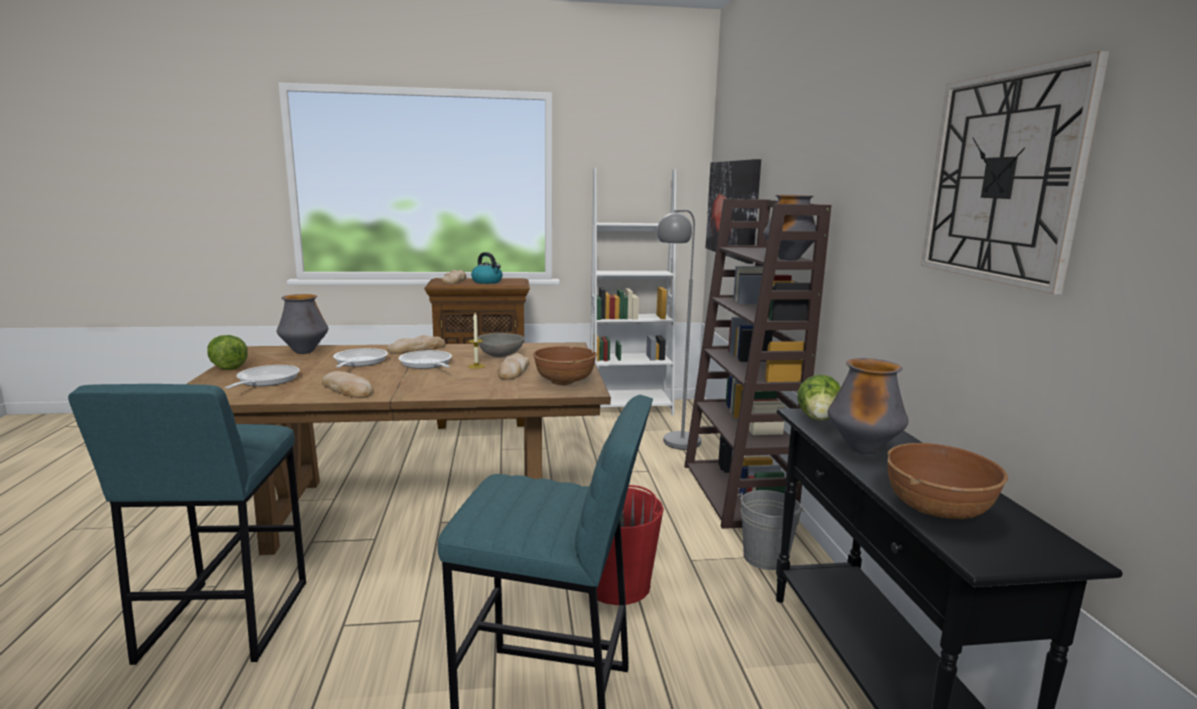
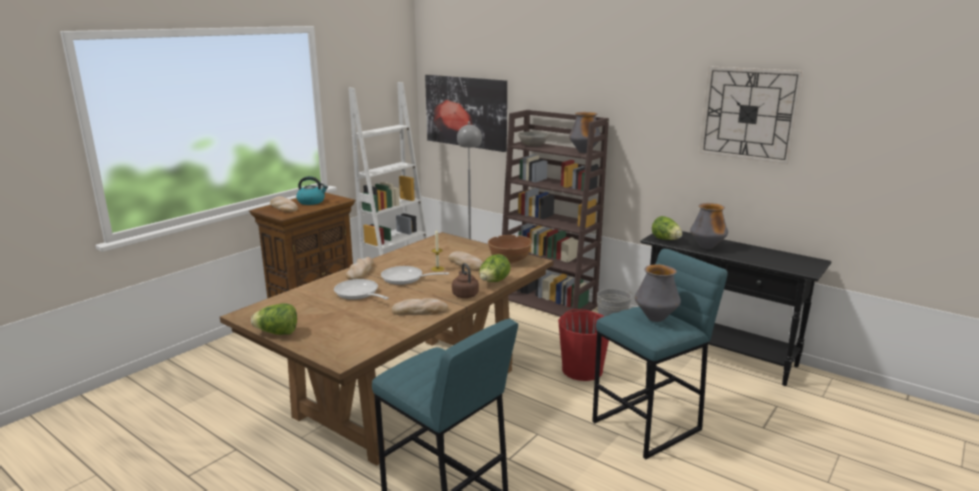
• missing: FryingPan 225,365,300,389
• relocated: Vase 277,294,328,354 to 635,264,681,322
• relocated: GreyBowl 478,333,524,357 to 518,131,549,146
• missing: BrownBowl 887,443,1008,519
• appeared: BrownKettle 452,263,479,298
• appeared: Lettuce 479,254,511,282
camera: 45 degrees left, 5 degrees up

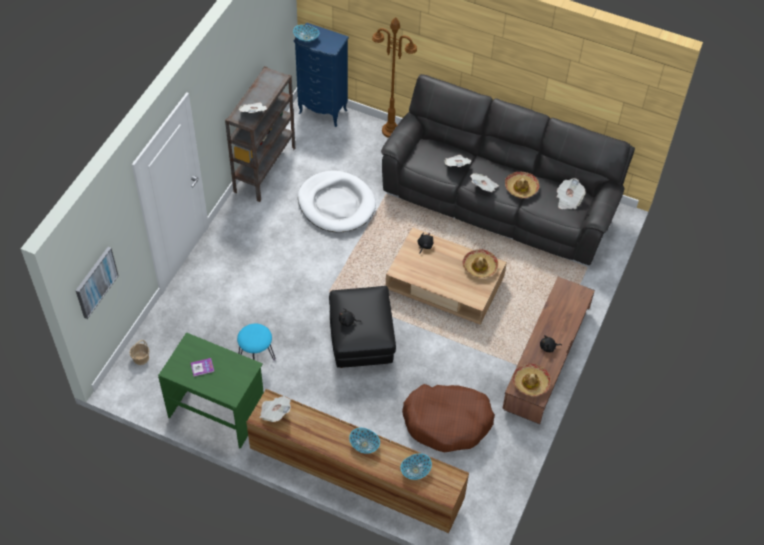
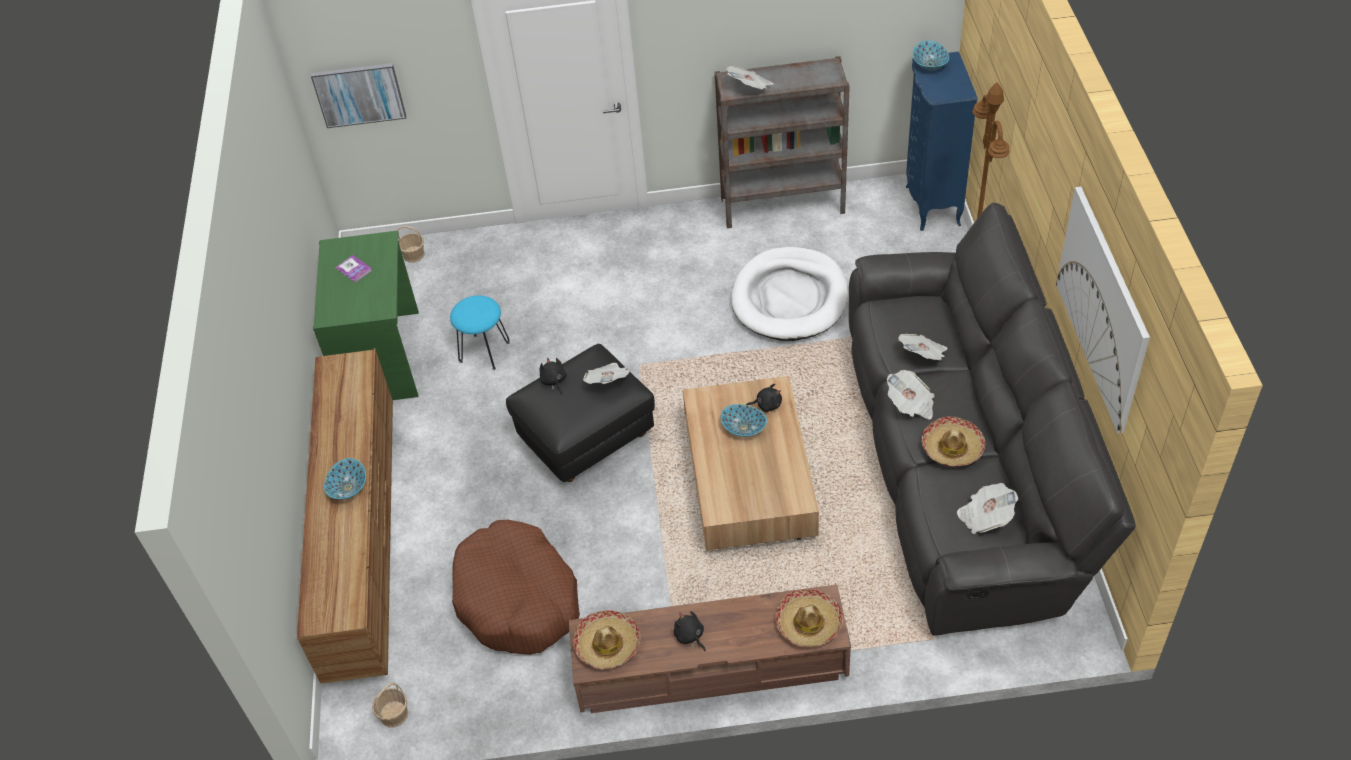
• relocated: Newspaper 260,396,291,422 to 583,363,630,384
• relocated: Bowl 400,453,432,480 to 721,404,767,437
• relocated: Hat 462,249,498,278 to 775,589,843,647
• appeared: Basket 372,682,408,727
• appeared: Picture 1056,187,1150,433
camera: 65 degrees right, 5 degrees down

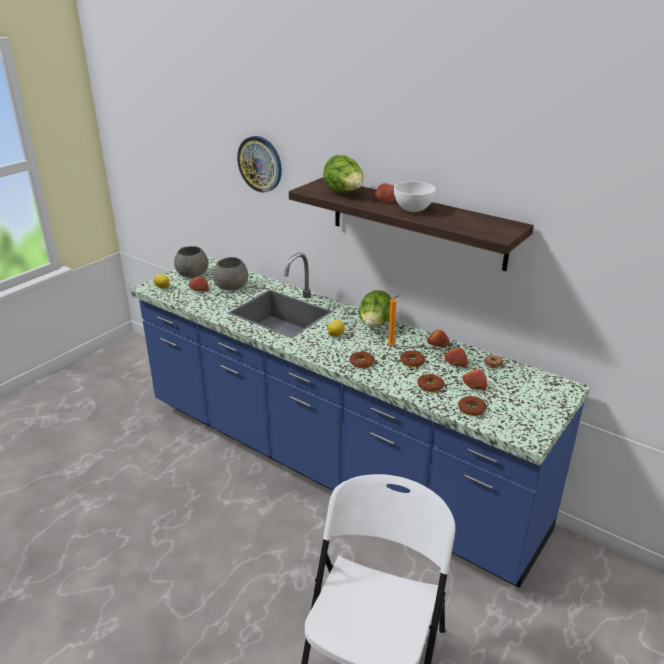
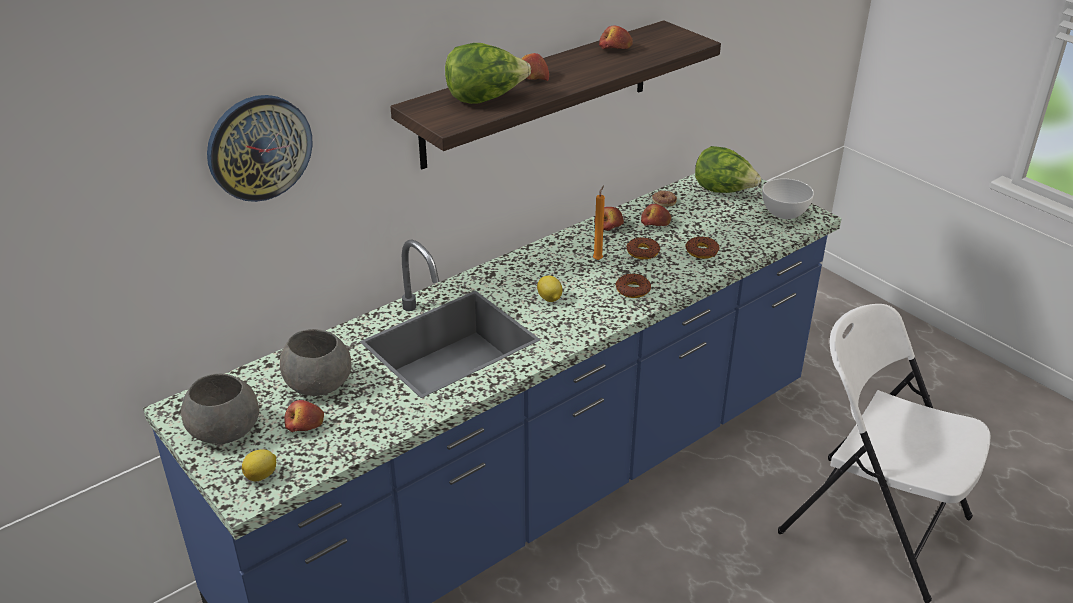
• relocated: Lettuce 359,290,392,327 to 695,146,761,193
• relocated: WhiteBowl 394,181,436,212 to 762,179,814,219
• missing: Donut 458,396,487,416
• relocated: Apple 463,369,487,391 to 599,26,633,49
camera: 75 degrees left, 5 degrees up

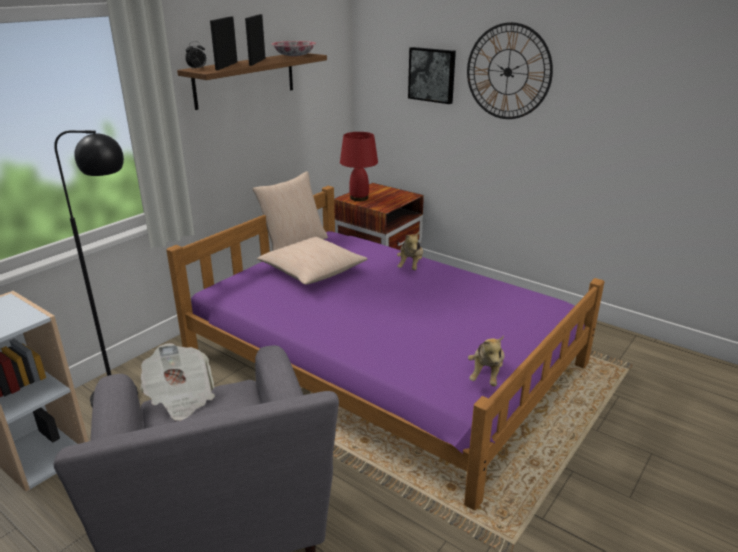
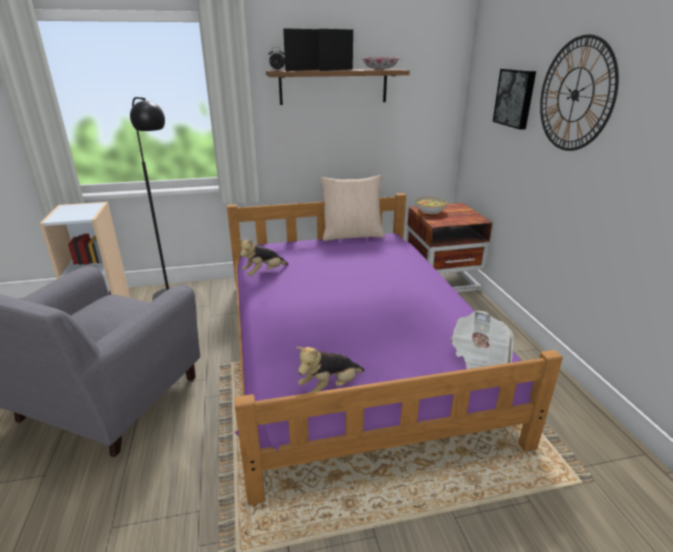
• relocated: Newspaper 140,343,215,421 to 451,311,514,369
• missing: BeigePillow 257,237,368,285
• exchanged: RedTableLamp 340,132,378,201 to Bowl 416,197,447,214
• relocated: PlushToy 397,231,423,270 to 238,239,288,276
camera: 40 degrees right, 0 degrees up

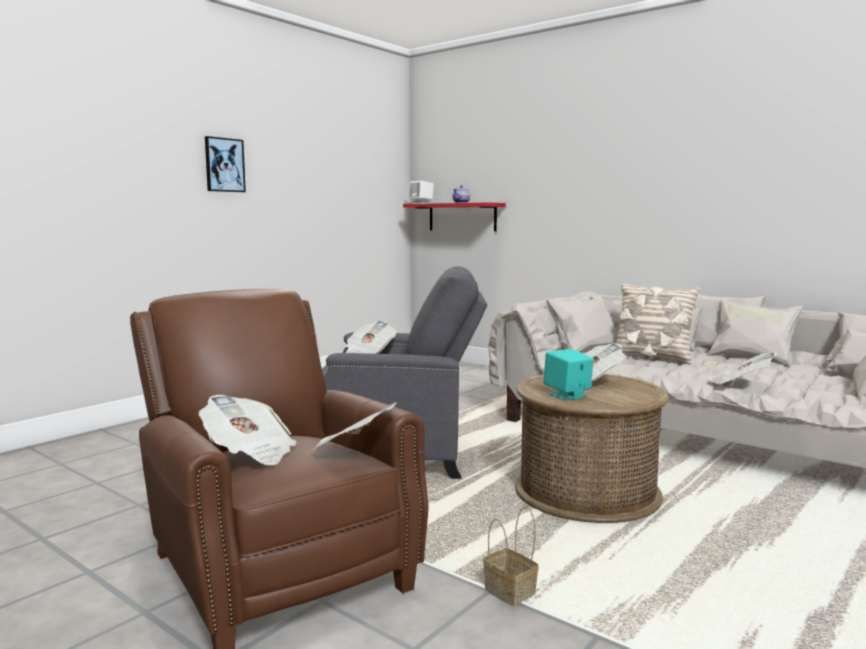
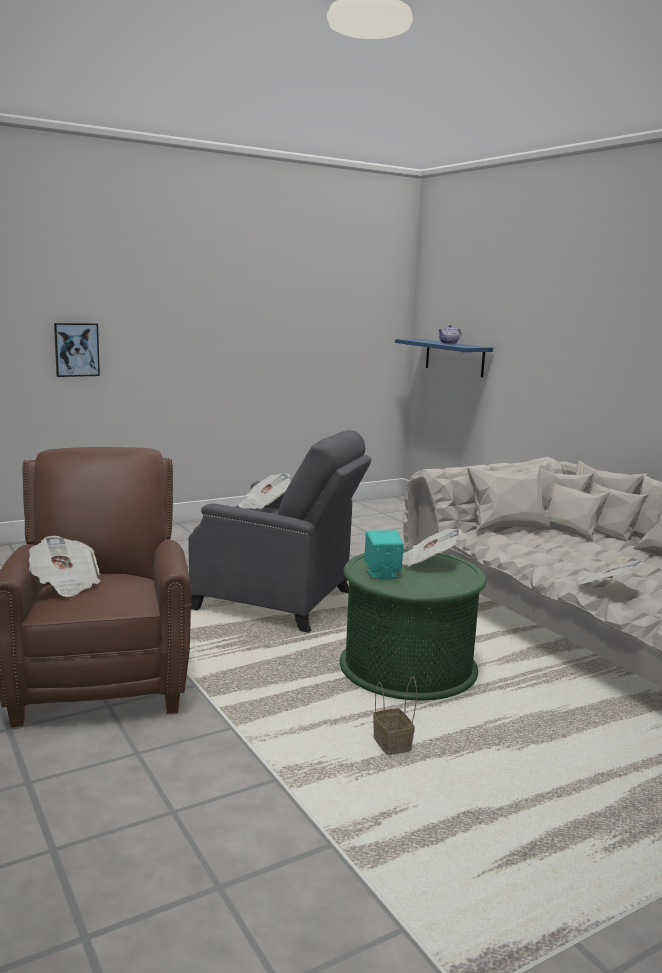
• relocated: Picture 205,136,246,192 to 54,323,100,377
• missing: Newspaper 312,402,397,450
• colour: RedShelf 403,202,506,231 to BlueShelf 395,339,493,377
• missing: WhiteSpeaker 409,181,434,204
• relocated: Basket 483,507,538,607 to 373,677,417,755
• colour: BrownCoffeeTable 515,374,669,523 to GreenCoffeeTable 340,549,487,700
• missing: BeigePillow 616,283,699,364
camera: 20 degrees right, 5 degrees up

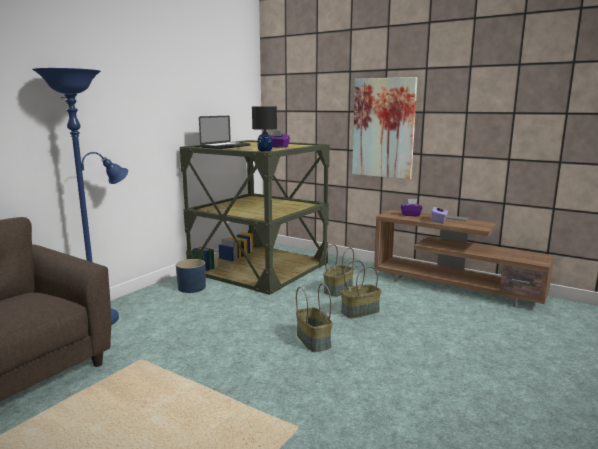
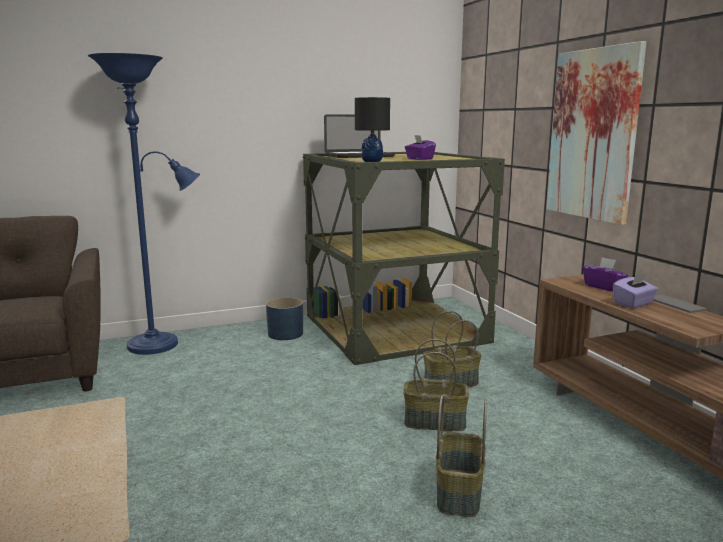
• relocated: Basket 296,283,333,352 to 436,395,487,517
camera: 35 degrees right, 0 degrees up

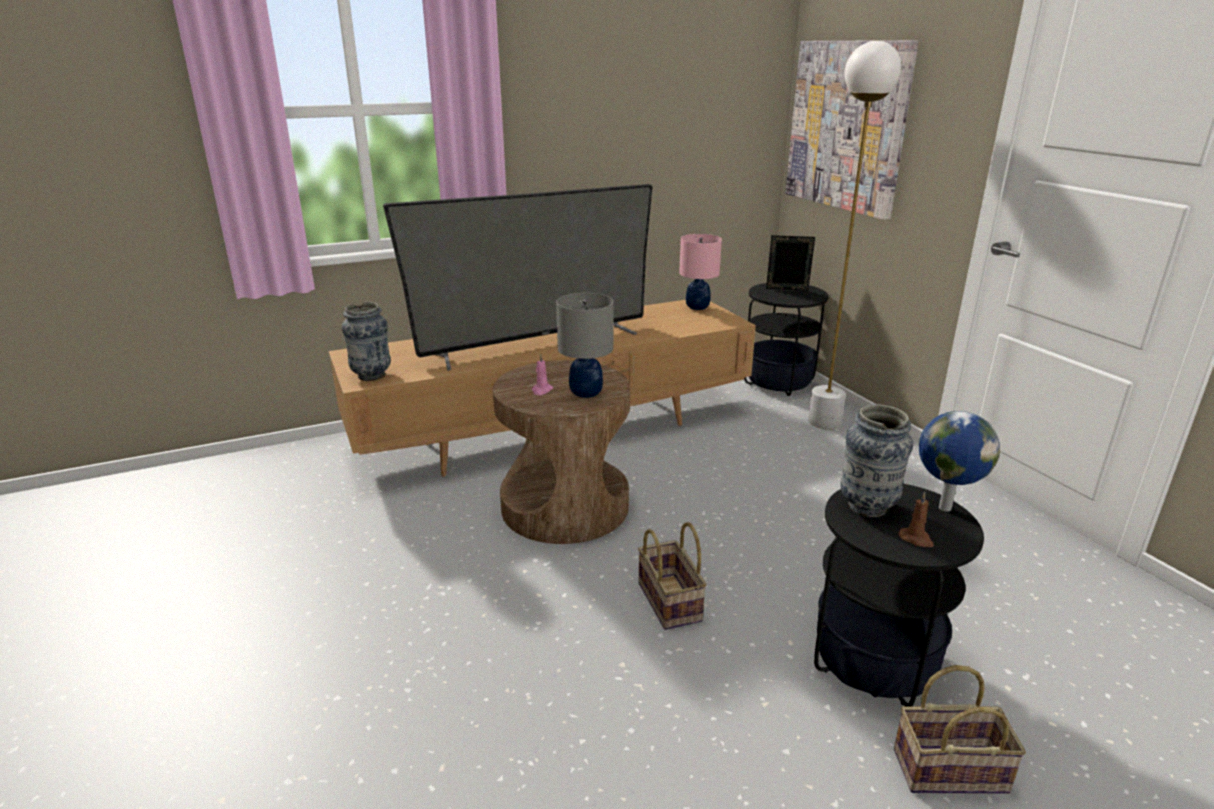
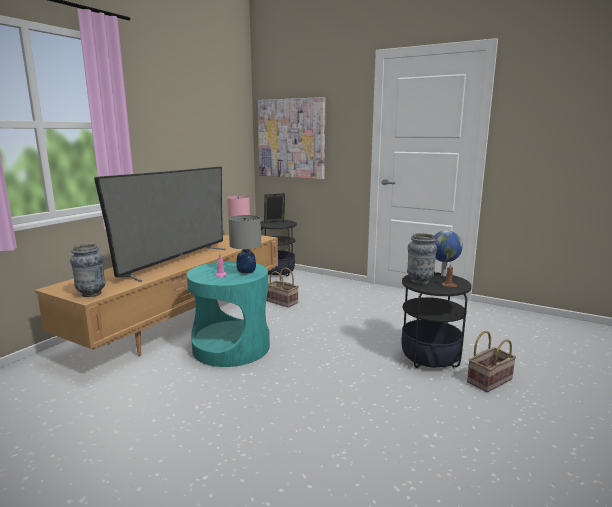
• colour: BrownSideTable 493,360,630,544 to TurquoiseSideTable 187,261,270,367
• relocated: Basket 638,522,707,630 to 266,267,299,308
• missing: WhiteFloorLamp 808,41,901,430
camera: 35 degrees left, 10 degrees down

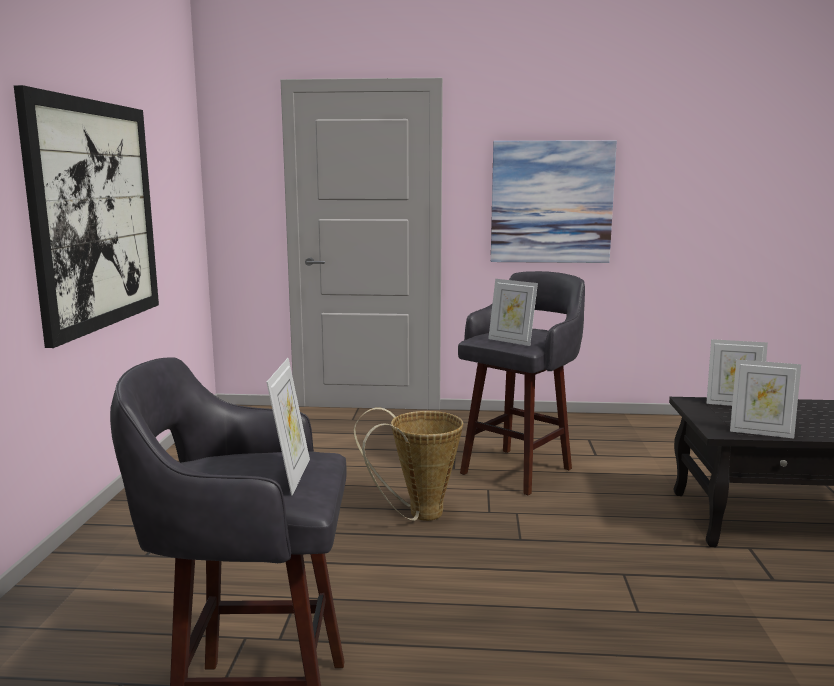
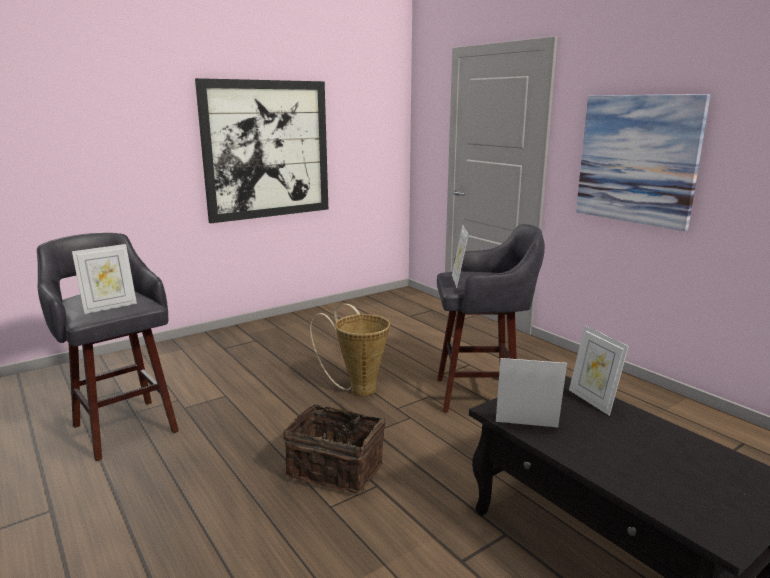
• spun: PictureFrame 730,359,801,438 = 496,358,567,427 120 degrees clockwise
• appeared: Basket 283,401,385,493
camera: 50 degrees right, 5 degrees up

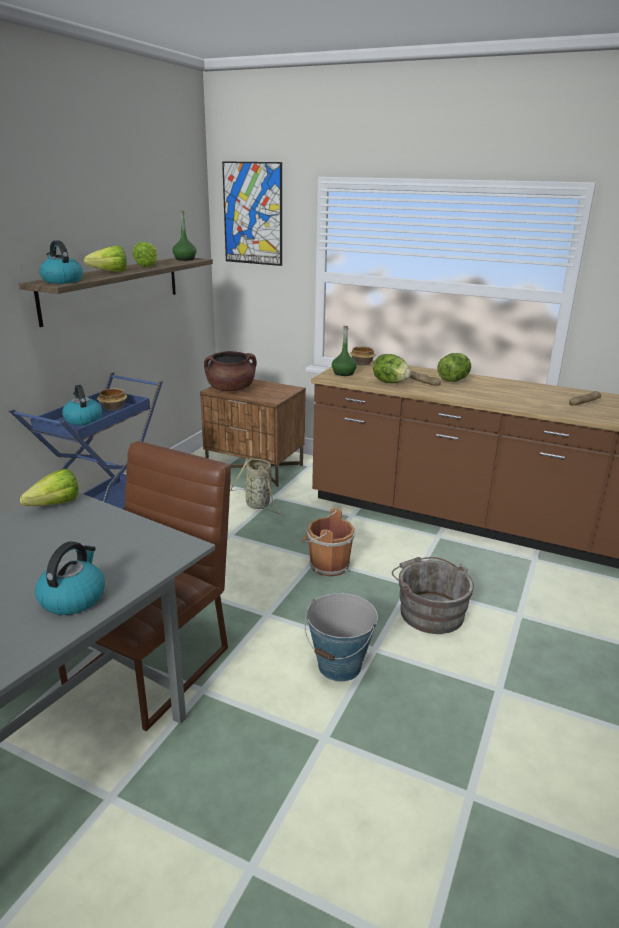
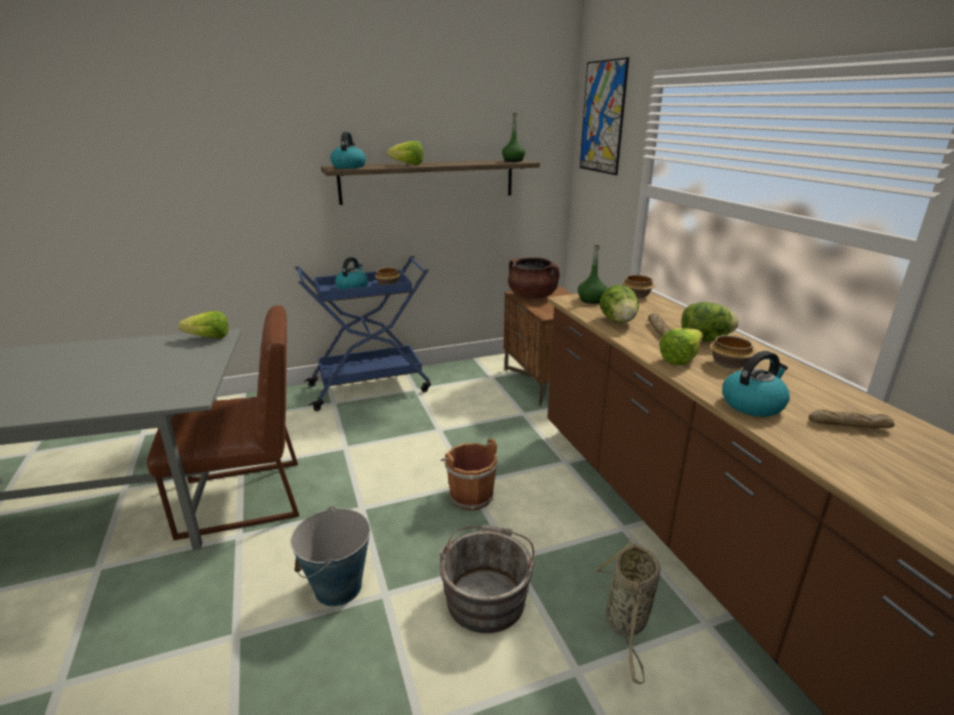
• relocated: Kettle 35,541,105,615 to 722,351,790,417
• relocated: Lettuce 133,242,158,267 to 659,328,703,365
• relocated: Basket 230,457,283,516 to 594,538,660,684
• appeared: Bowl 710,335,756,369
camera: 45 degrees right, 0 degrees up

